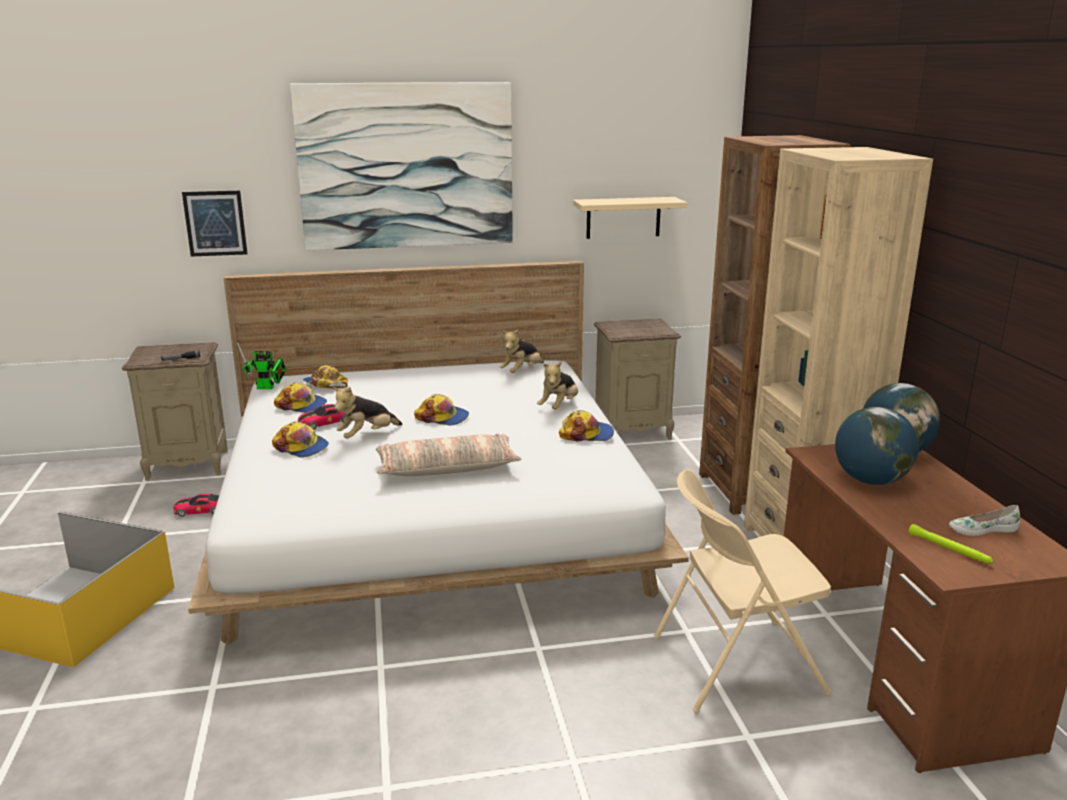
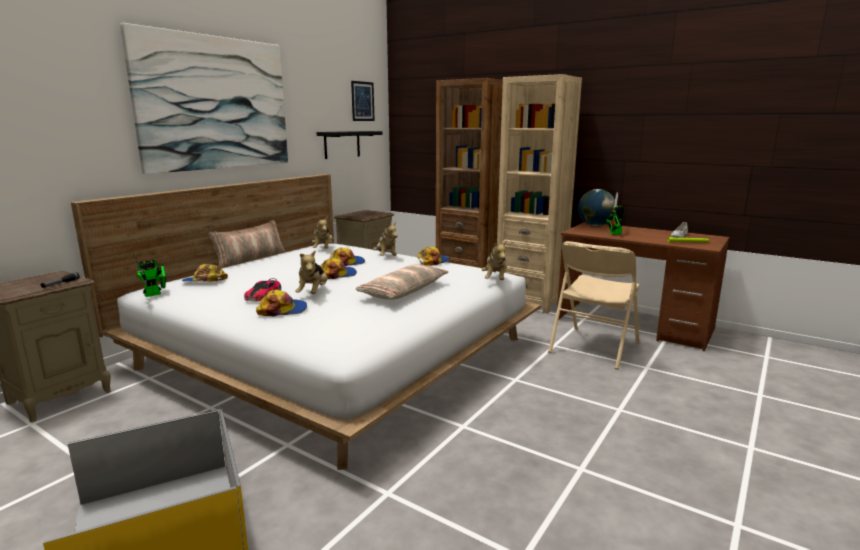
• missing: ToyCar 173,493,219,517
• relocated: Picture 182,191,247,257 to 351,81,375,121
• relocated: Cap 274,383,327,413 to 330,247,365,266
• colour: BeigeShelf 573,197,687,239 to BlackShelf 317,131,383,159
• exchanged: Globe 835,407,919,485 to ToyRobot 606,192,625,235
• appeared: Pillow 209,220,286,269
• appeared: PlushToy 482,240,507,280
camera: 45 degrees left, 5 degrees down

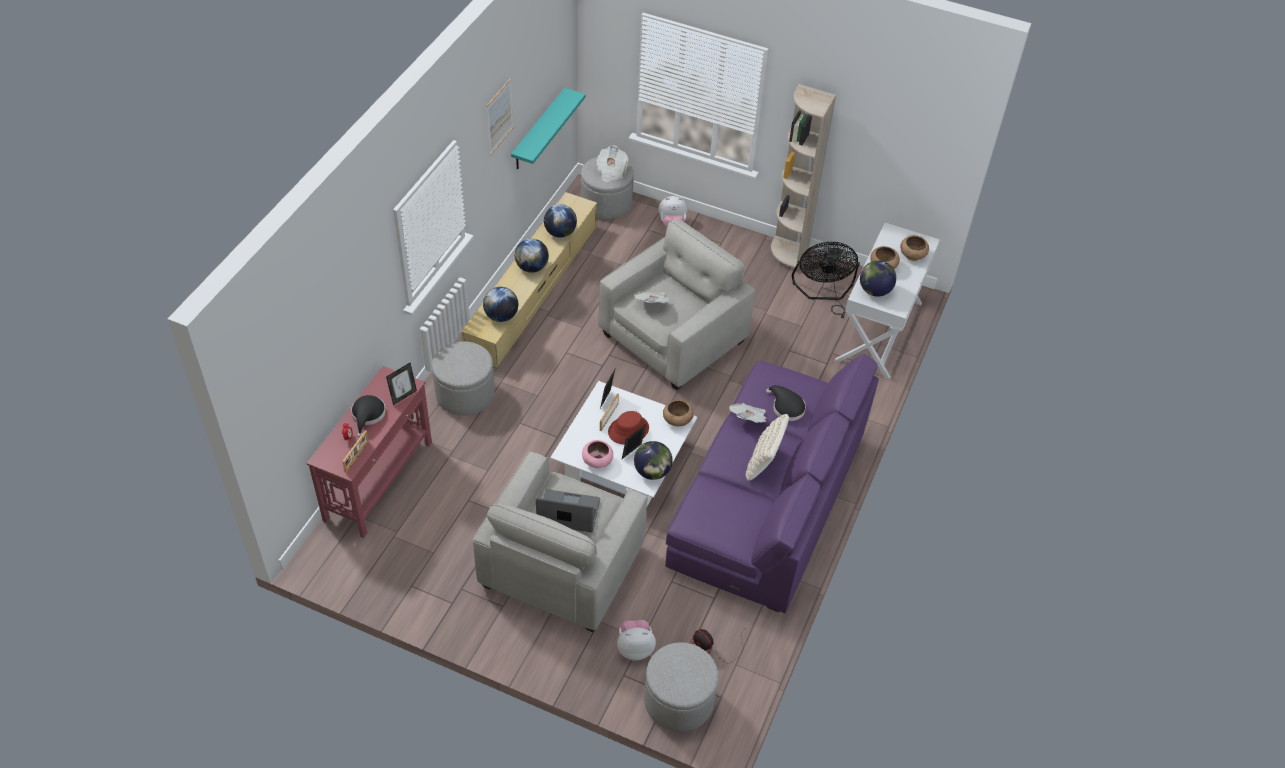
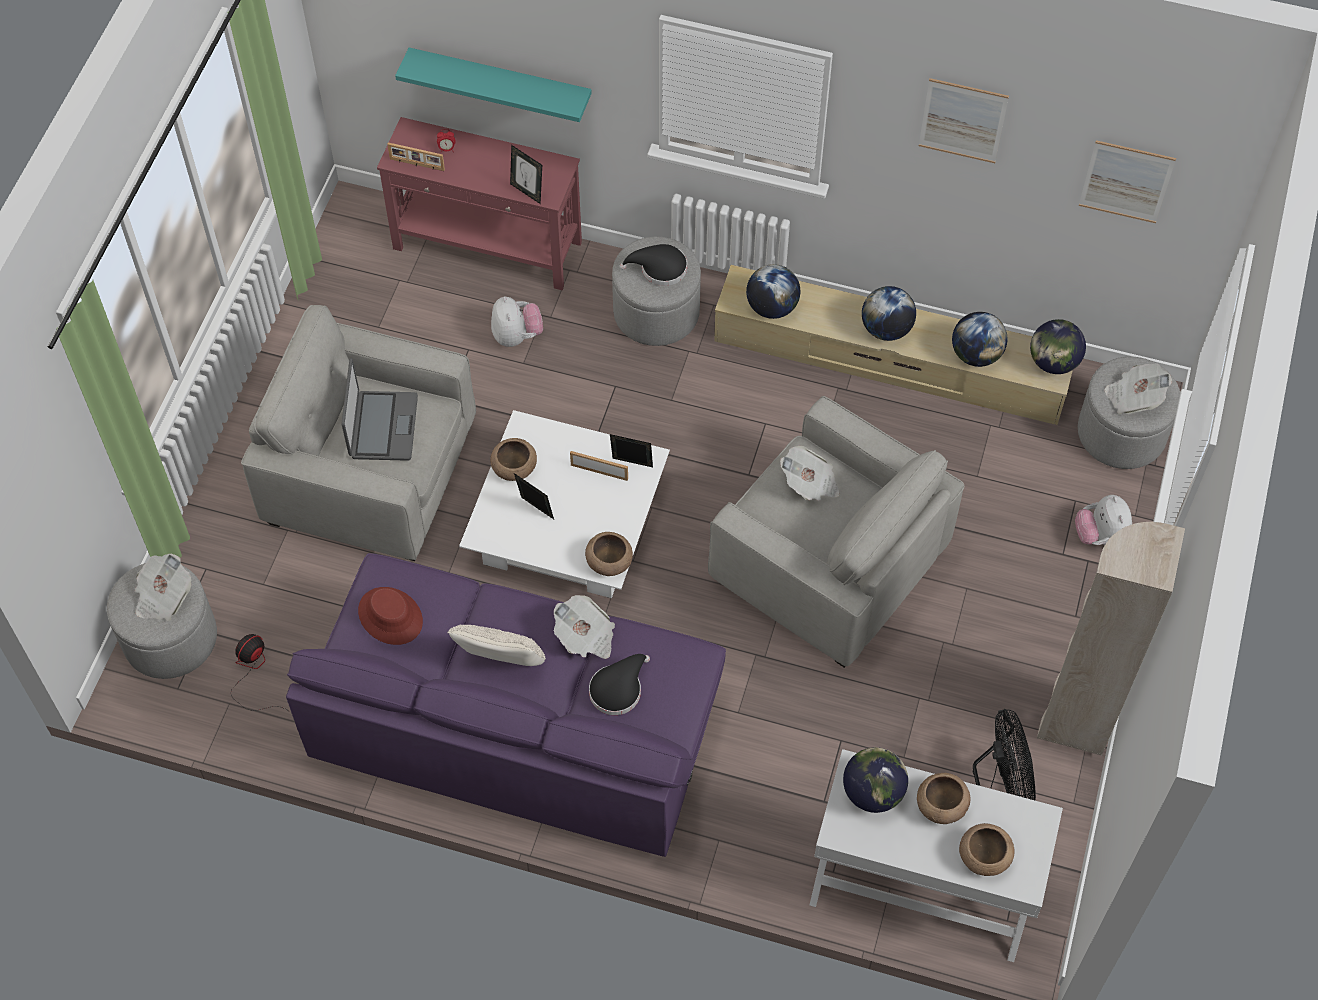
• relocated: BlackHat 351,395,386,438 to 620,244,687,286
• relocated: TurquoiseShelf 511,88,586,169 to 395,48,592,122
• colour: PinkBowl 582,440,613,468 to BrownBowl 490,438,537,481
• relocated: RedHat 608,411,649,445 to 358,587,423,645
• relocated: PlushToy 617,620,656,661 to 491,296,543,347
• relocated: Globe 634,441,673,480 to 1030,319,1086,374
• appeared: Newspaper 135,554,191,621
• appeared: Picture 1079,140,1176,223
camera: 85 degrees right, 10 degrees up

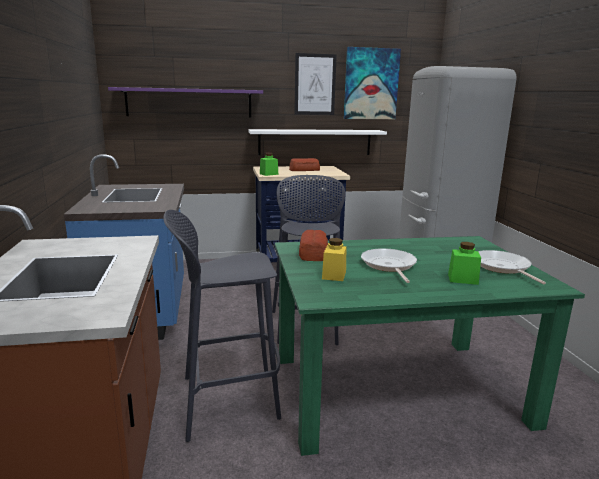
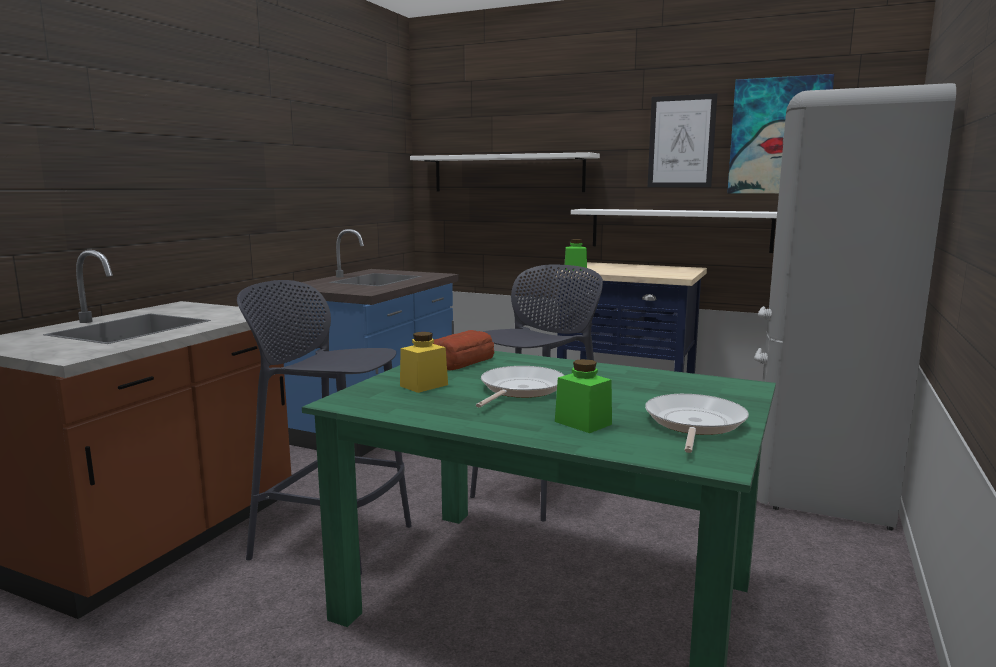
• colour: PurpleShelf 108,87,263,117 to WhiteShelf 410,152,600,192
• missing: Bread 289,158,320,171
camera: 35 degrees right, 5 degrees down

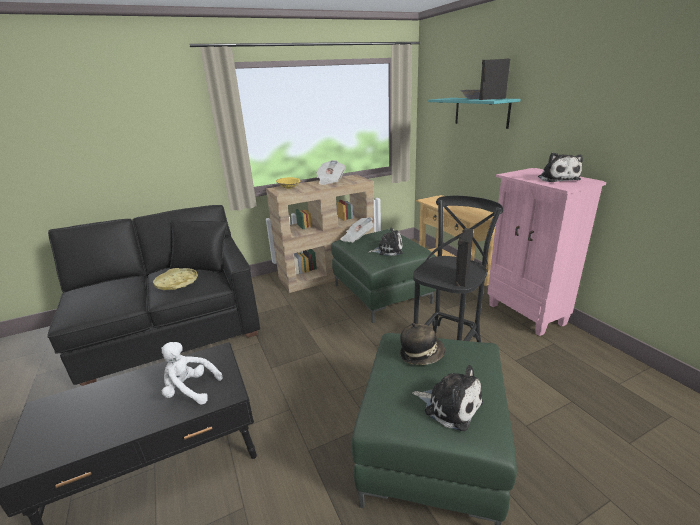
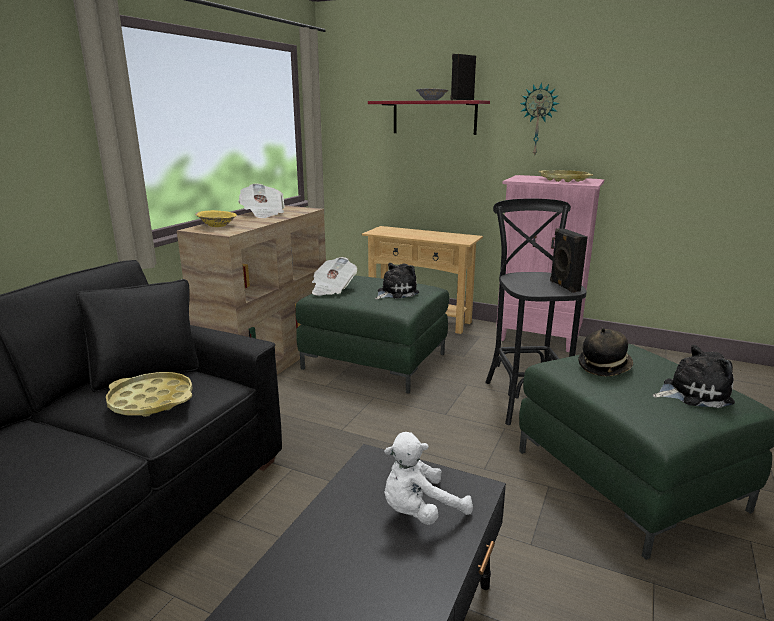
• colour: TurquoiseShelf 428,98,520,129 to RedShelf 368,100,490,135
• exchanged: PlushToy 538,153,583,182 to YellowTray 538,170,593,182
• appeared: WallClock 520,82,560,157
camera: 40 degrees left, 5 degrees down

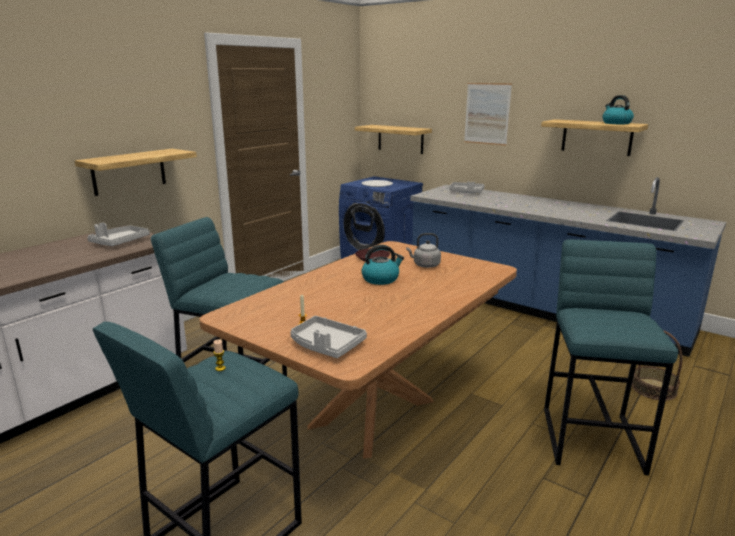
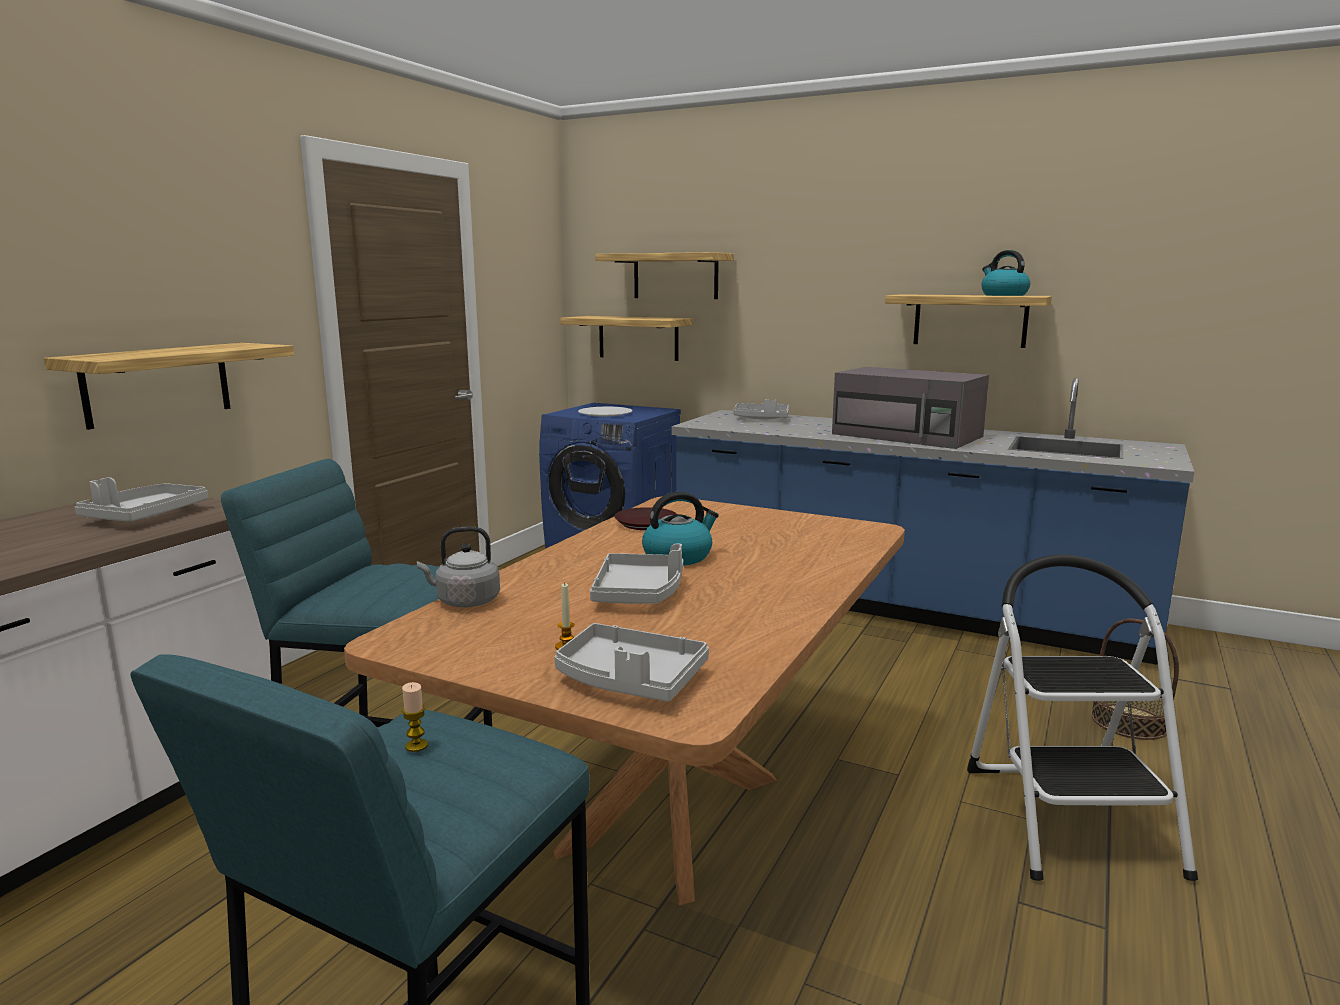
• relocated: GreyKettle 406,233,441,268 to 417,527,500,607
• missing: Picture 464,83,512,146
• exchanged: TurquoiseStool 544,240,678,475 to StepLadder 967,555,1198,881
• appeared: GreyTray 590,544,683,604
• appeared: Shelf 595,252,734,299
• appeared: GreyMicrowave 832,367,989,449
camera: 10 degrees left, 5 degrees down

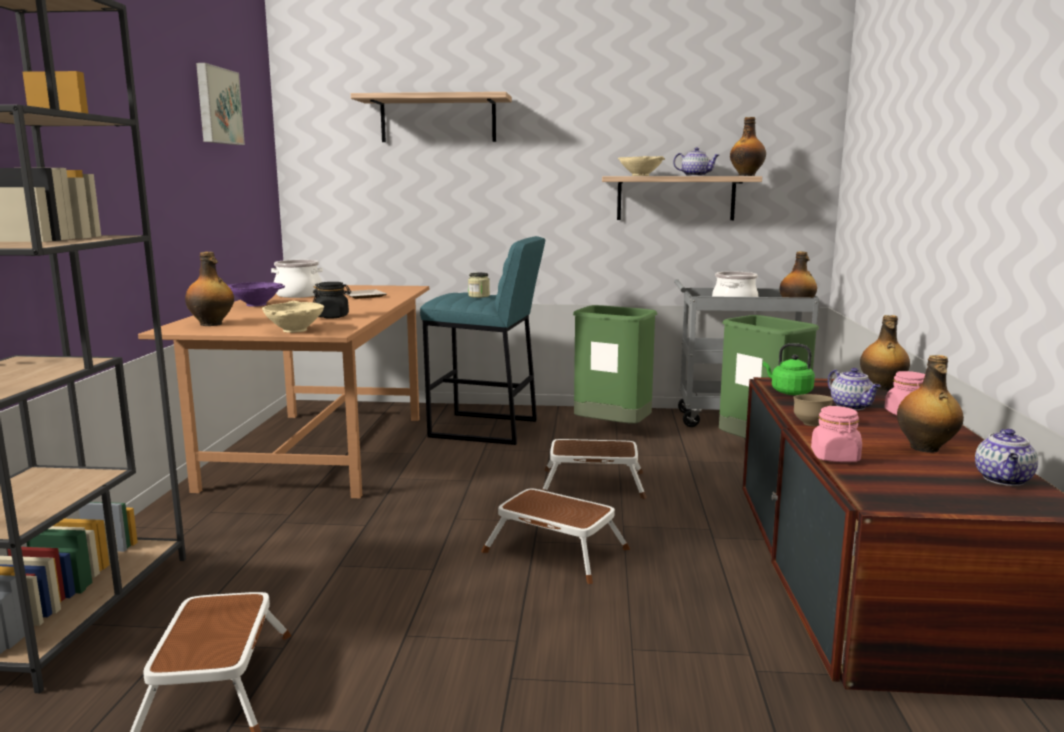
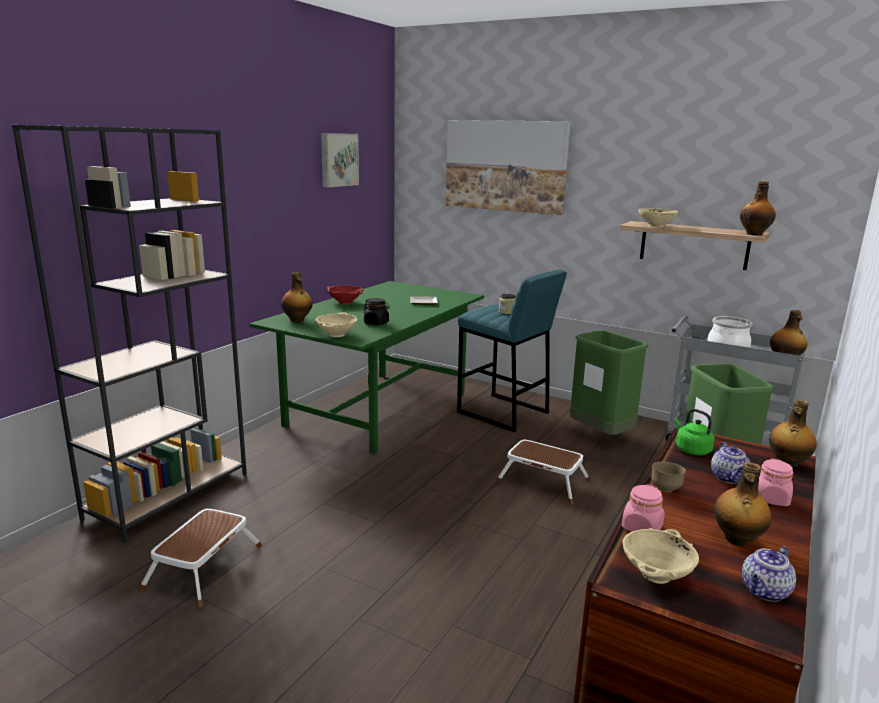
• colour: BrownDiningTable 138,285,429,498 to GreenDiningTable 249,281,484,454
• colour: PurpleBowl 227,282,285,307 to RedBowl 326,285,364,304
• missing: CookingPot 271,260,323,298
• exchanged: Shelf 351,92,512,142 to Picture 445,120,571,215
• missing: BrownStepLadder 481,488,630,584
• missing: Teapot 673,147,719,176
• appeared: BeigeBowl 622,528,699,584
camera: 25 degrees right, 5 degrees up

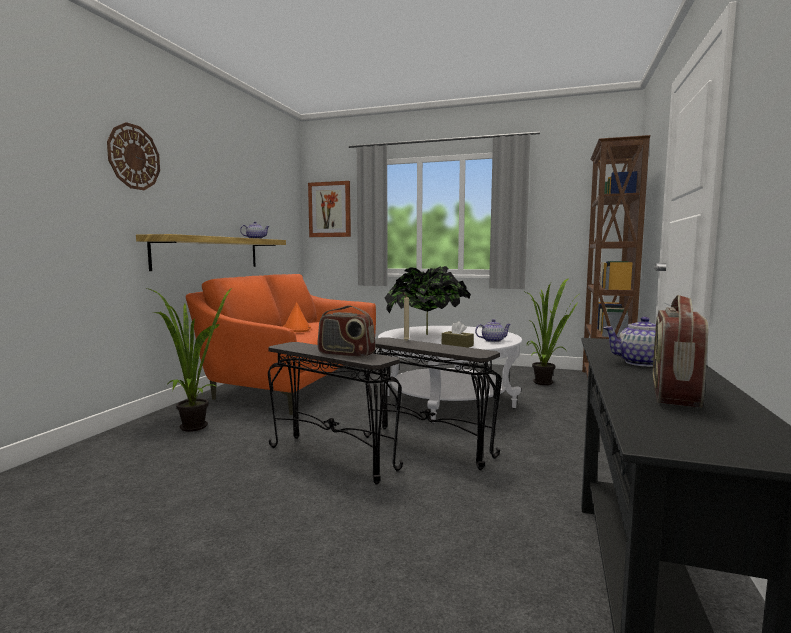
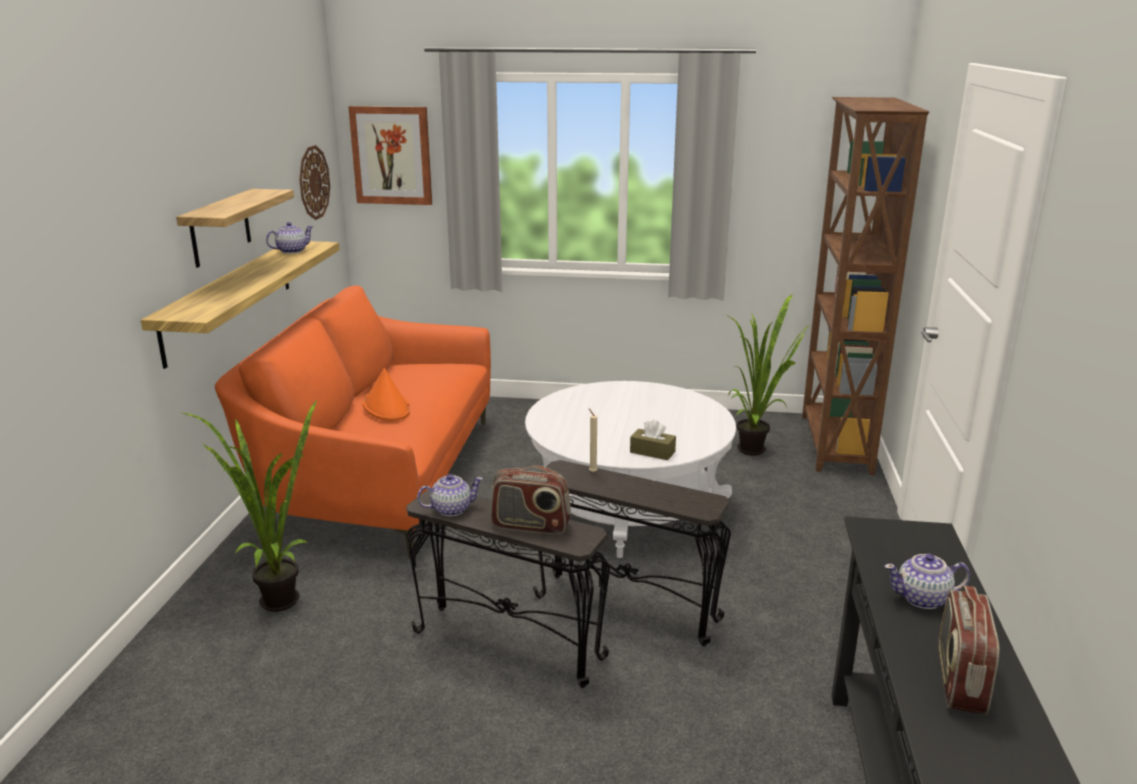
• relocated: WallClock 107,122,160,190 to 299,145,330,220
• missing: PottedPlant 385,266,471,335
• relocated: Teapot 475,319,511,342 to 417,474,483,516
• appeared: Shelf 176,189,294,268
camera: 10 degrees left, 15 degrees up

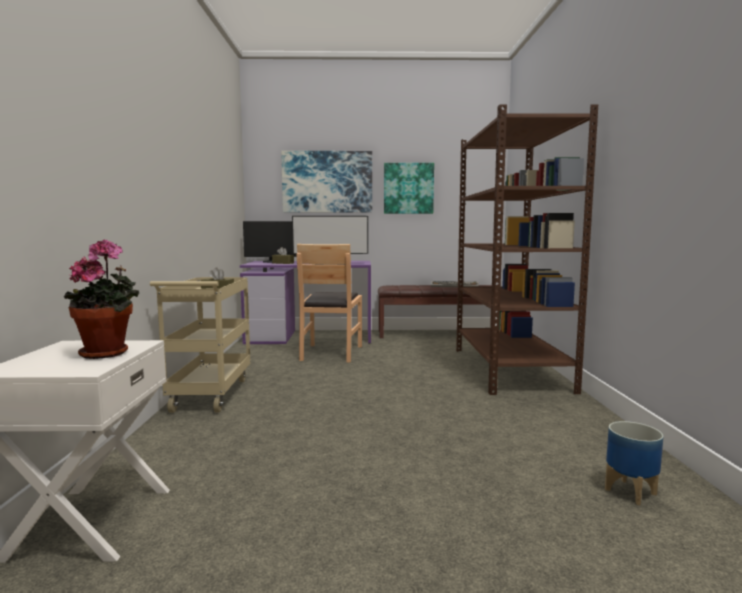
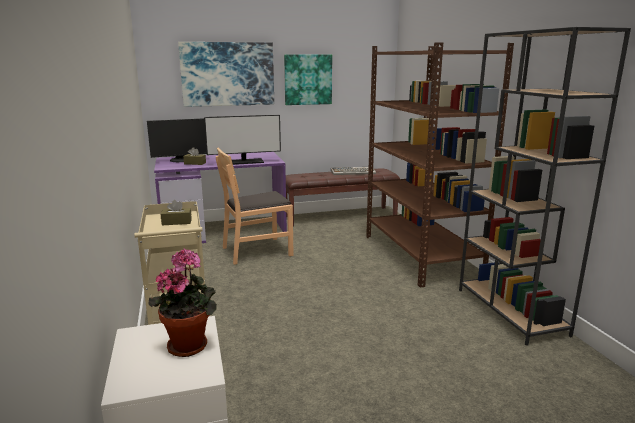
• spun: BrownChair 297,244,362,362 = 216,147,294,265 75 degrees clockwise
• missing: Planter 605,421,664,505
• appeared: Bookcase 459,27,631,346
camera: 15 degrees left, 10 degrees up

